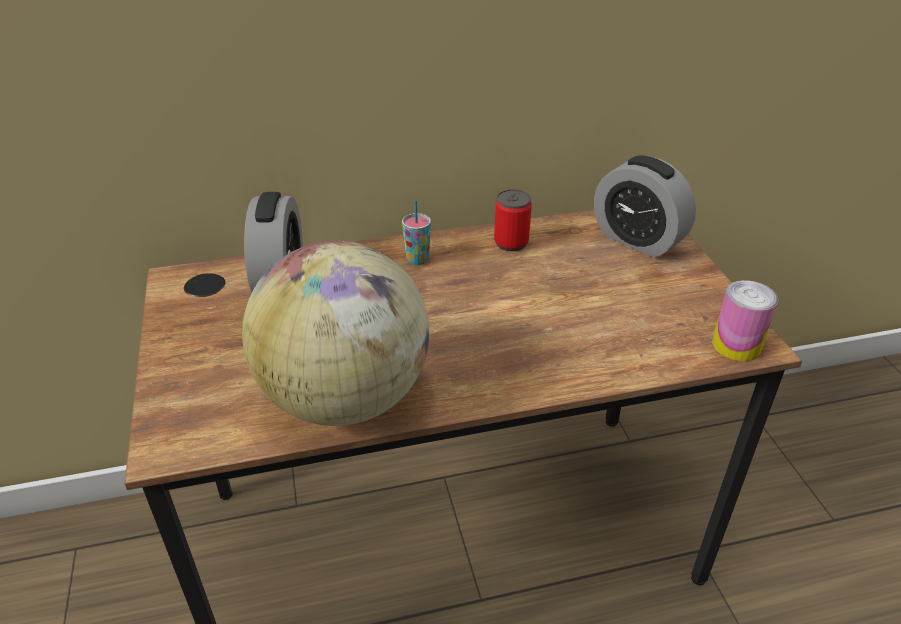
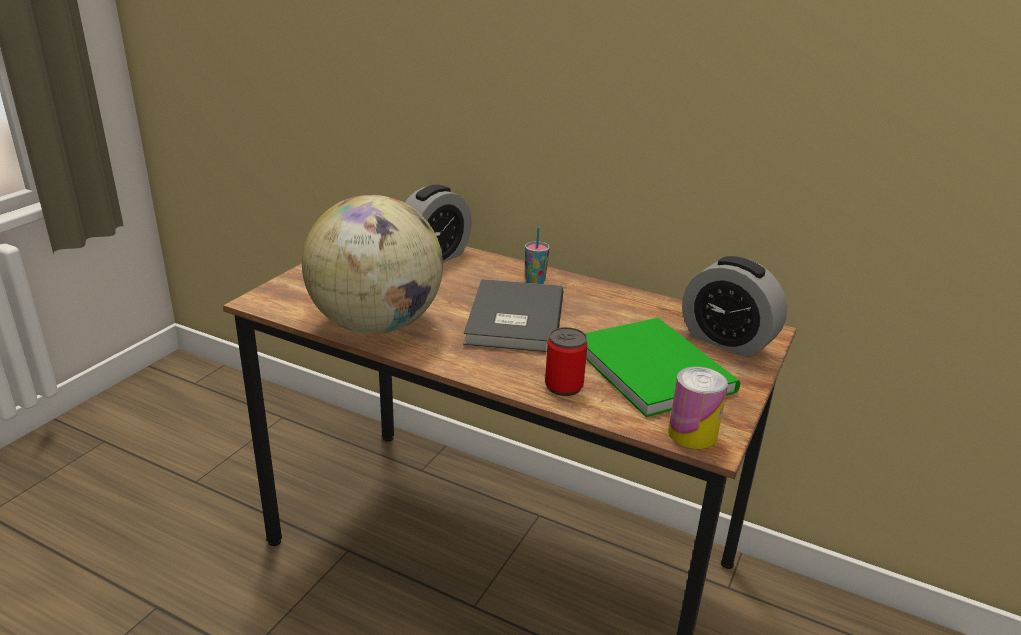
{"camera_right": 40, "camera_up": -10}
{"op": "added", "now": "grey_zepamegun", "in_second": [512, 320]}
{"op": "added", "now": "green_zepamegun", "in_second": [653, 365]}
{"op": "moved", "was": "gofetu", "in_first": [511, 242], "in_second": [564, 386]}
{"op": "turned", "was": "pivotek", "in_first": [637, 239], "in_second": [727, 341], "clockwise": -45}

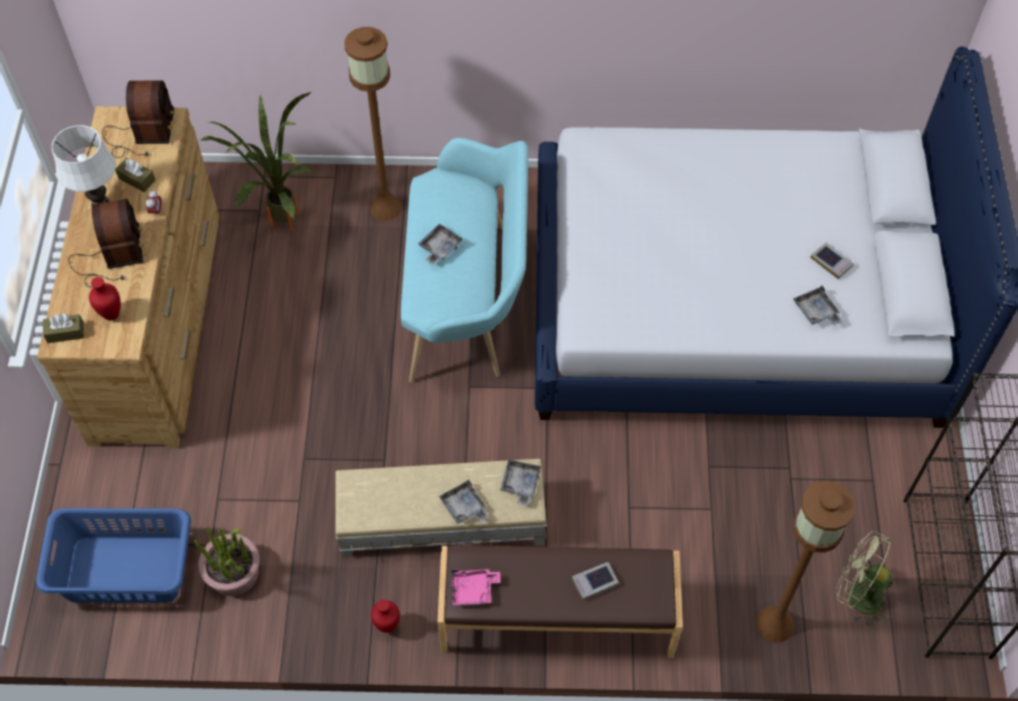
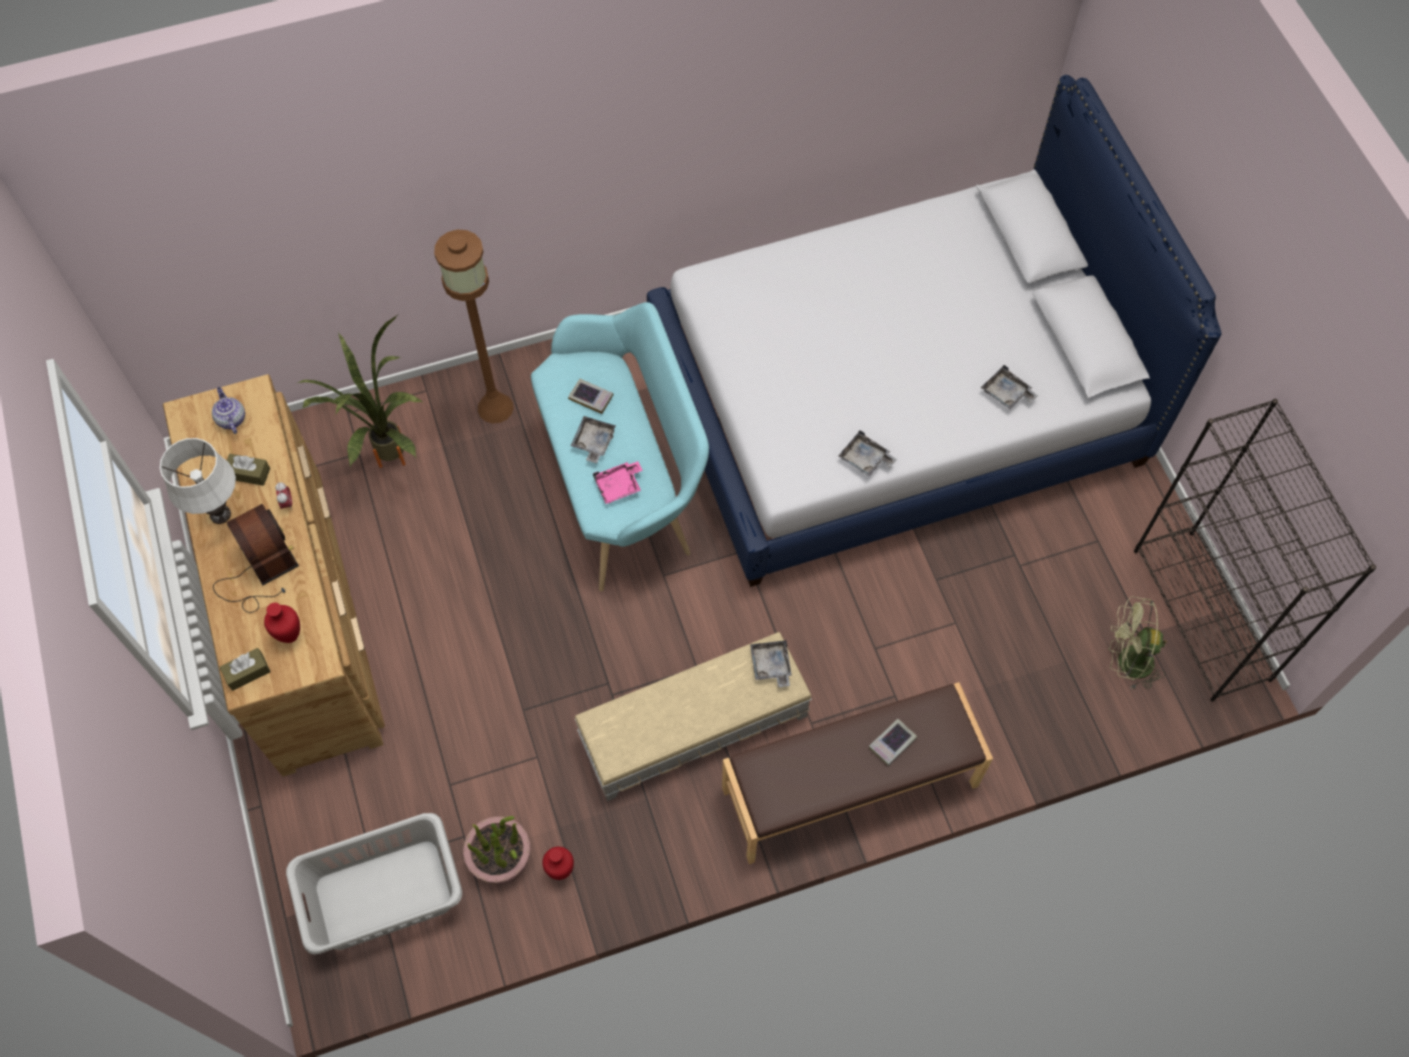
{"camera_right": -20, "camera_up": 5}
{"op": "removed", "was": "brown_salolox", "in_first": [775, 623]}
{"op": "moved", "was": "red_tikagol", "in_first": [387, 627], "in_second": [561, 872]}
{"op": "moved", "was": "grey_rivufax", "in_first": [464, 507], "in_second": [865, 459]}
{"op": "moved", "was": "pink_rivufax", "in_first": [473, 590], "in_second": [619, 486]}
{"op": "moved", "was": "zepamegun", "in_first": [831, 262], "in_second": [591, 398]}
{"op": "replaced", "was": "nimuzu", "now": "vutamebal", "in_first": [142, 133], "in_second": [231, 419]}
{"op": "recoloured", "was": "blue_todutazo", "now": "grey_todutazo", "in_first": [126, 571], "in_second": [385, 895]}

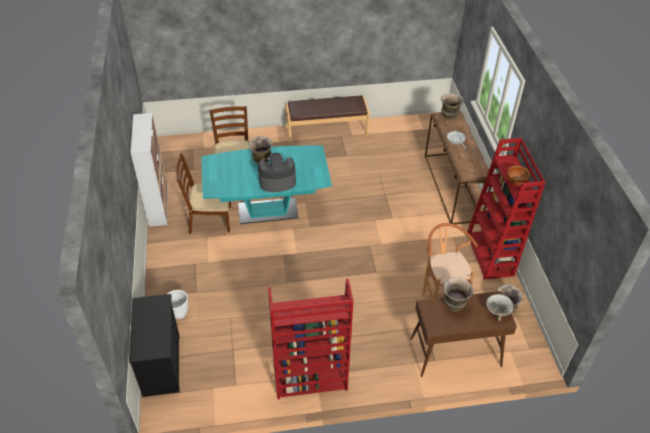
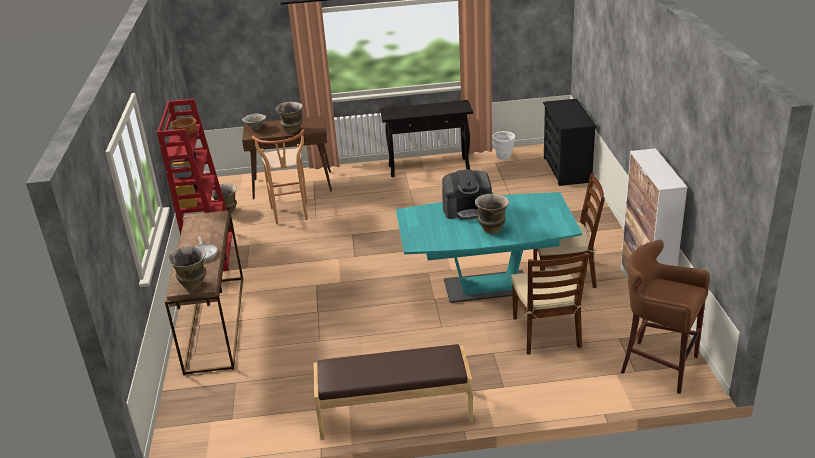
{"camera_right": -175, "camera_up": -15}
{"op": "added", "now": "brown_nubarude", "in_second": [657, 365]}
{"op": "moved", "was": "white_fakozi", "in_first": [179, 314], "in_second": [504, 157]}
{"op": "replaced", "was": "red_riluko", "now": "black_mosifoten", "in_first": [309, 379], "in_second": [429, 167]}

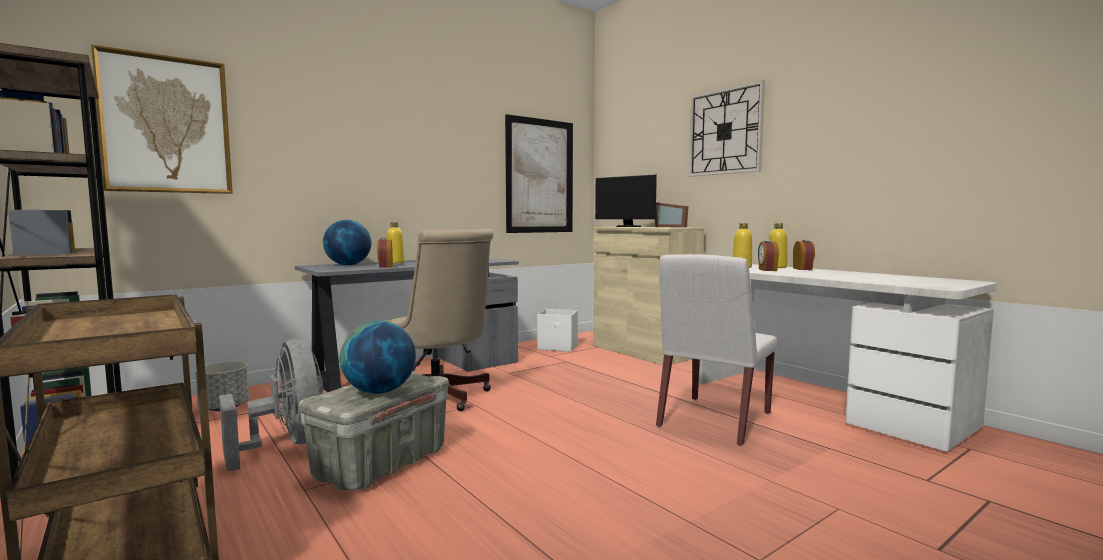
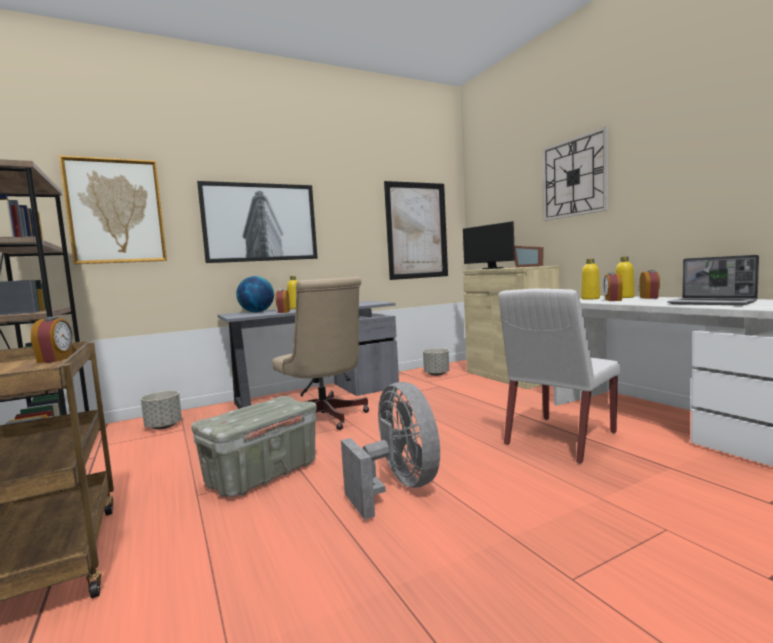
{"camera_right": 10, "camera_up": 0}
{"op": "removed", "was": "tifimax", "in_first": [379, 392]}
{"op": "added", "now": "pivotek", "in_second": [56, 359]}
{"op": "added", "now": "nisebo", "in_second": [260, 222]}
{"op": "added", "now": "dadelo", "in_second": [712, 303]}
{"op": "moved", "was": "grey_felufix", "in_first": [286, 445], "in_second": [398, 487]}
{"op": "replaced", "was": "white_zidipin", "now": "grey_fakozi", "in_first": [558, 347], "in_second": [437, 374]}

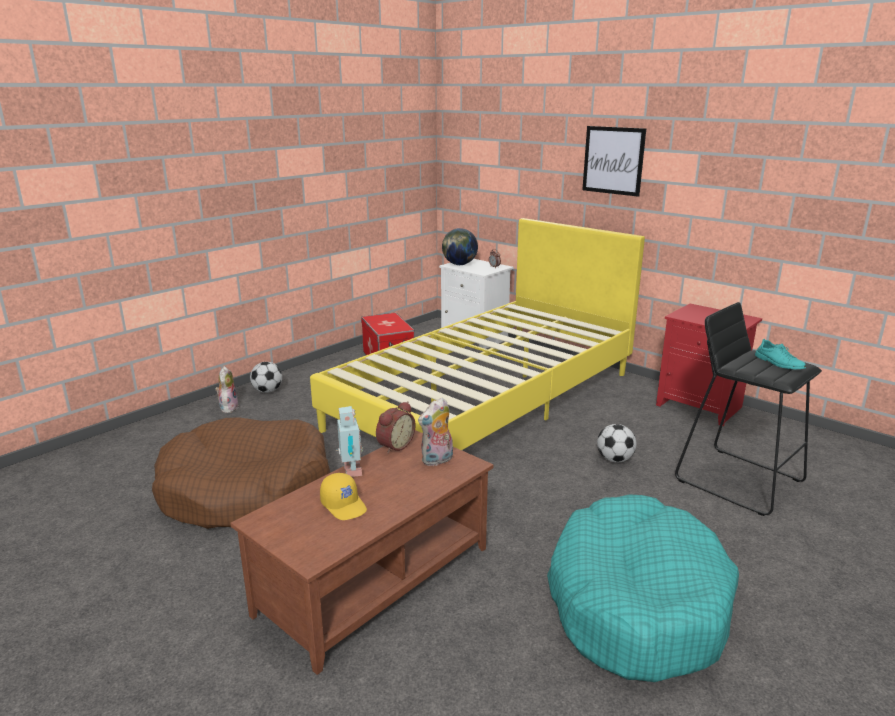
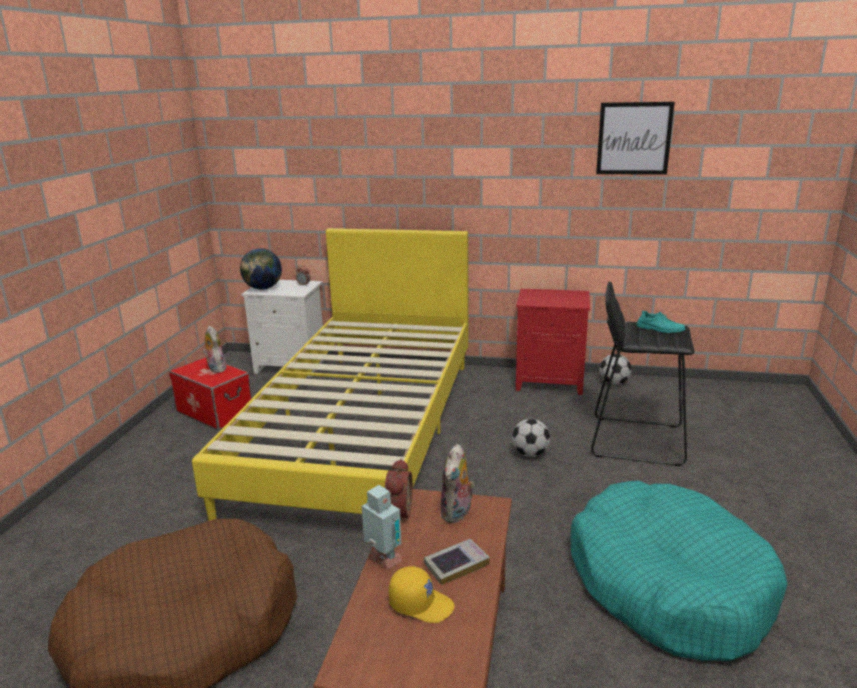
{"camera_right": -30, "camera_up": 0}
{"op": "added", "now": "zepamegun", "in_second": [456, 565]}
{"op": "moved", "was": "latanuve", "in_first": [228, 408], "in_second": [215, 368]}
{"op": "moved", "was": "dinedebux", "in_first": [267, 391], "in_second": [614, 383]}
{"op": "moved", "was": "nisebo", "in_first": [613, 160], "in_second": [634, 138]}

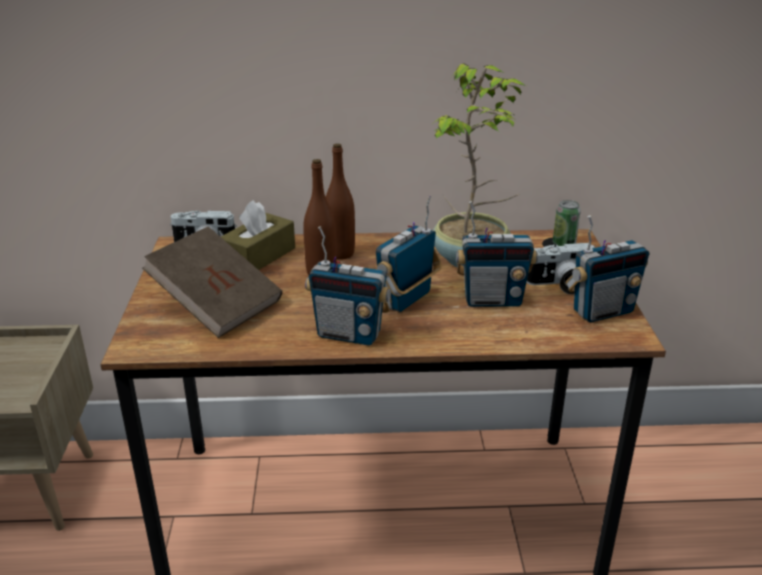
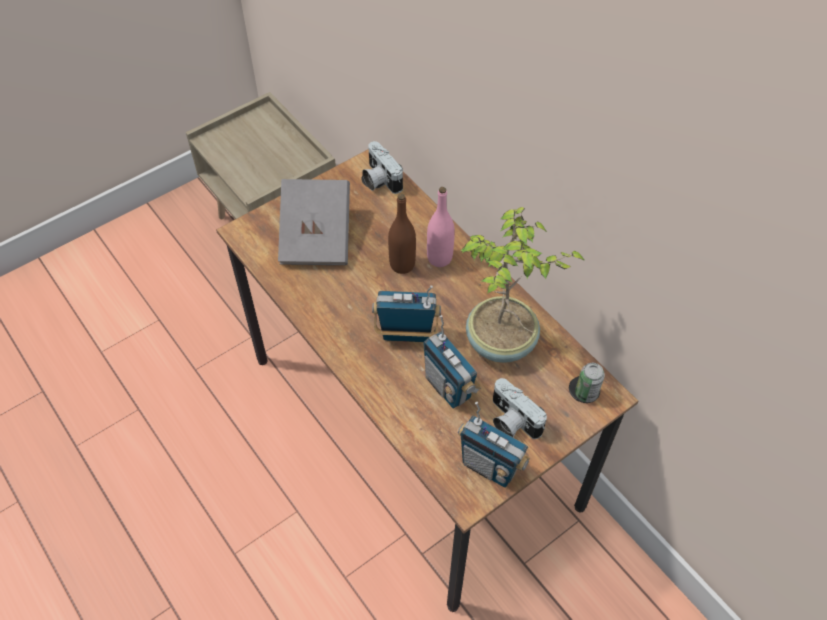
{"camera_right": 55, "camera_up": 25}
{"op": "removed", "was": "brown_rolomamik", "in_first": [259, 256]}
{"op": "removed", "was": "nimuzu", "in_first": [349, 334]}
{"op": "recoloured", "was": "brown_zepamegun", "now": "grey_zepamegun", "in_first": [217, 304], "in_second": [316, 237]}
{"op": "recoloured", "was": "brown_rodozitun", "now": "pink_rodozitun", "in_first": [340, 253], "in_second": [439, 258]}

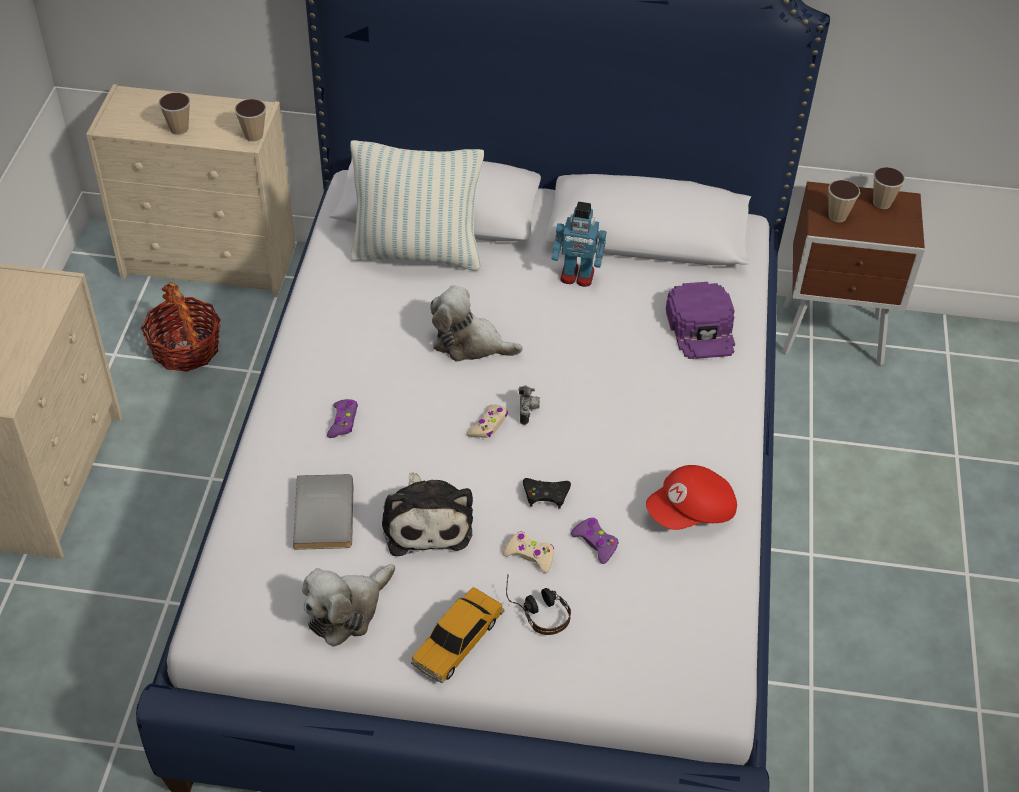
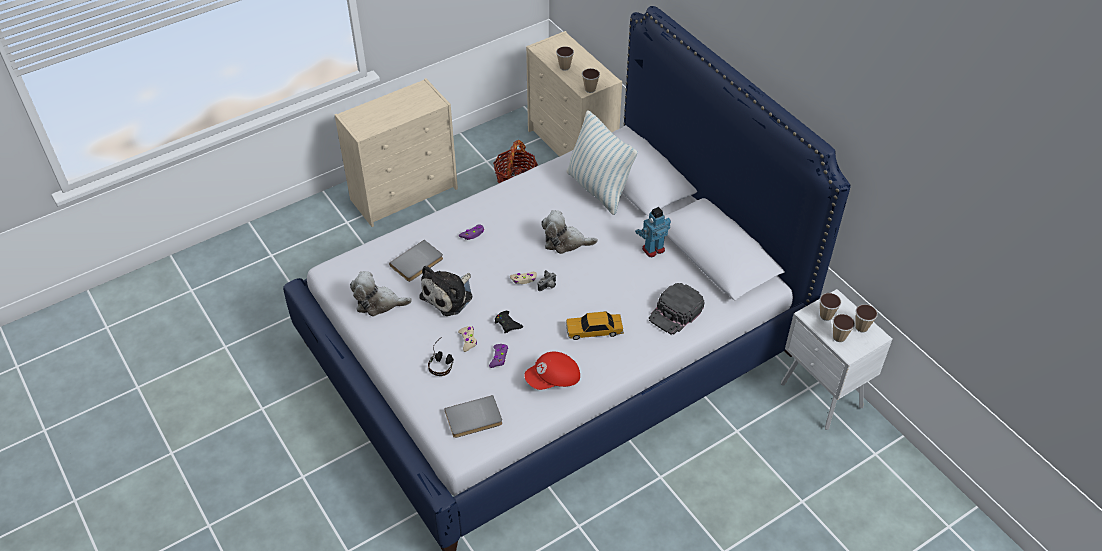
{"camera_right": 50, "camera_up": 0}
{"op": "added", "now": "grey_zepamegun", "in_second": [474, 419]}
{"op": "added", "now": "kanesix", "in_second": [839, 337]}
{"op": "moved", "was": "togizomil", "in_first": [457, 641], "in_second": [594, 330]}
{"op": "recoloured", "was": "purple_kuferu", "now": "black_kuferu", "in_first": [701, 327], "in_second": [676, 312]}
{"op": "recoloured", "was": "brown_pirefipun", "now": "white_pirefipun", "in_first": [834, 336], "in_second": [821, 397]}
{"op": "turned", "was": "latanuve", "in_first": [470, 343], "in_second": [565, 242], "clockwise": -60}
{"op": "turned", "was": "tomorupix", "in_first": [577, 276], "in_second": [653, 249], "clockwise": 90}
{"op": "turned", "was": "red_kuferu", "in_first": [691, 512], "in_second": [553, 379], "clockwise": -45}

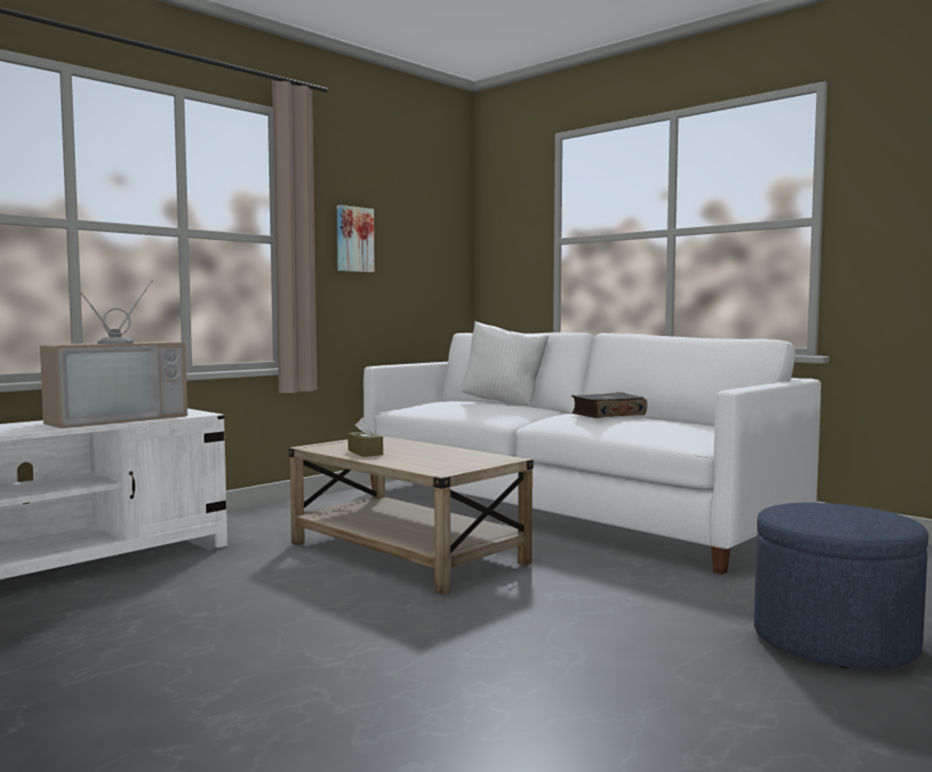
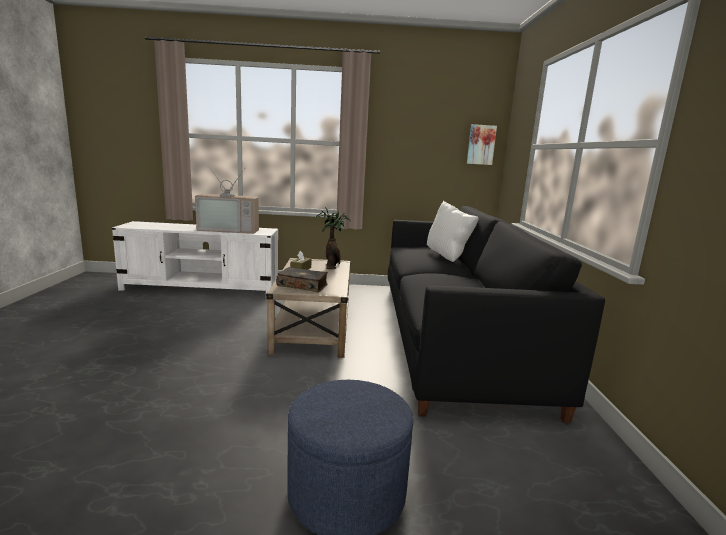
{"camera_right": 45, "camera_up": 10}
{"op": "added", "now": "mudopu", "in_second": [332, 267]}
{"op": "moved", "was": "nisebo", "in_first": [354, 239], "in_second": [481, 145]}
{"op": "moved", "was": "zepamegun", "in_first": [607, 415], "in_second": [302, 285]}
{"op": "recoloured", "was": "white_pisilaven", "now": "black_pisilaven", "in_first": [565, 510], "in_second": [453, 336]}

